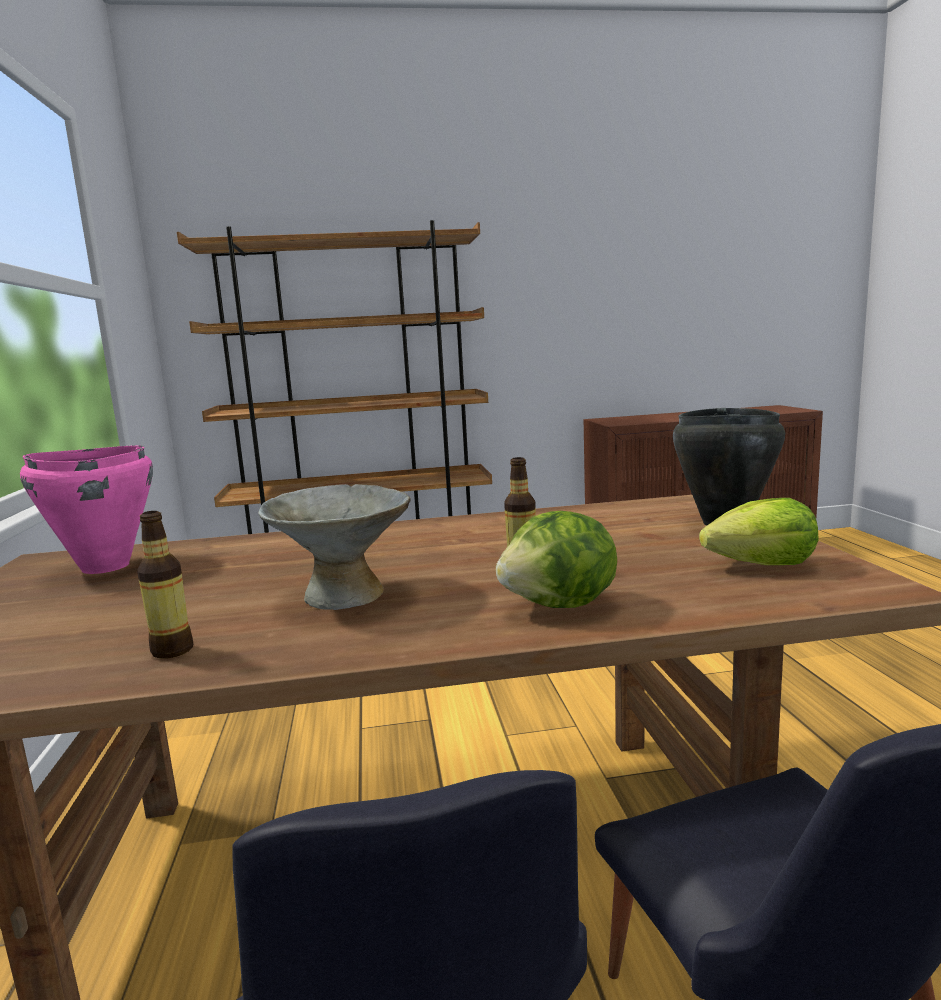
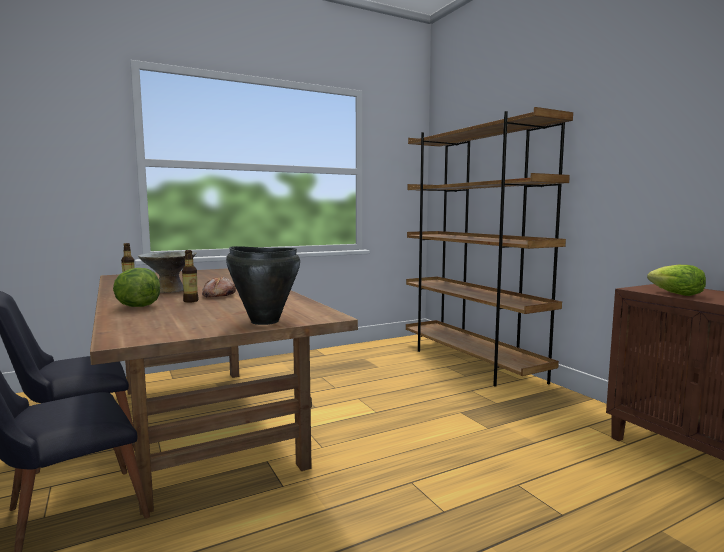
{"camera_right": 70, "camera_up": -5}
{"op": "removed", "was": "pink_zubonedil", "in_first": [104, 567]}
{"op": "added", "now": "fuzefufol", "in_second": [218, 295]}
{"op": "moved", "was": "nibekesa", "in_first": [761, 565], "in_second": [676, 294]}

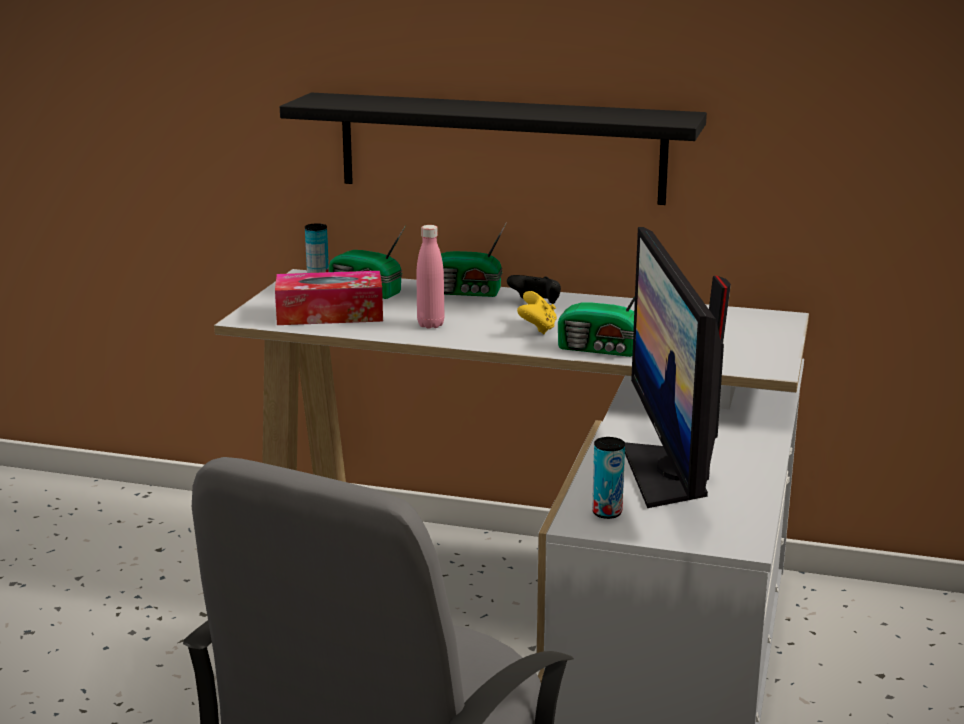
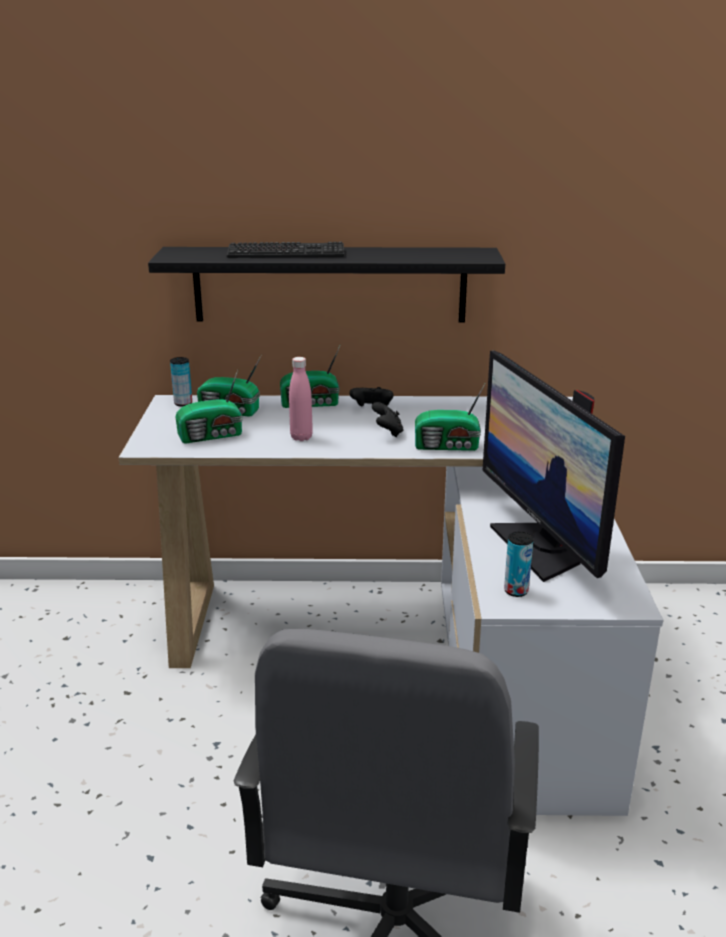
{"camera_right": -15, "camera_up": 5}
{"op": "added", "now": "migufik", "in_second": [286, 253]}
{"op": "replaced", "was": "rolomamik", "now": "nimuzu", "in_first": [330, 314], "in_second": [212, 436]}
{"op": "recoloured", "was": "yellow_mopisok", "now": "black_mopisok", "in_first": [537, 329], "in_second": [387, 432]}

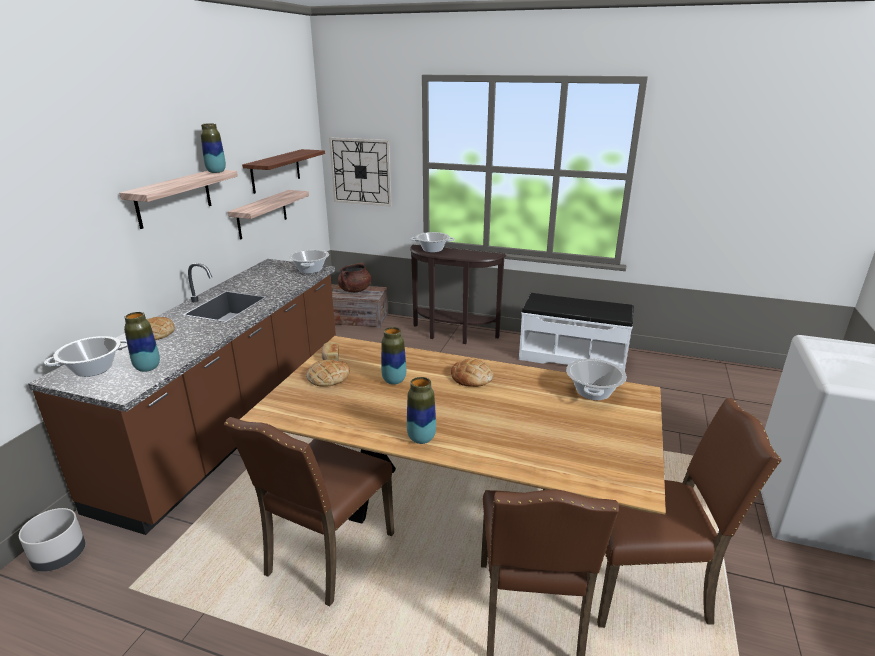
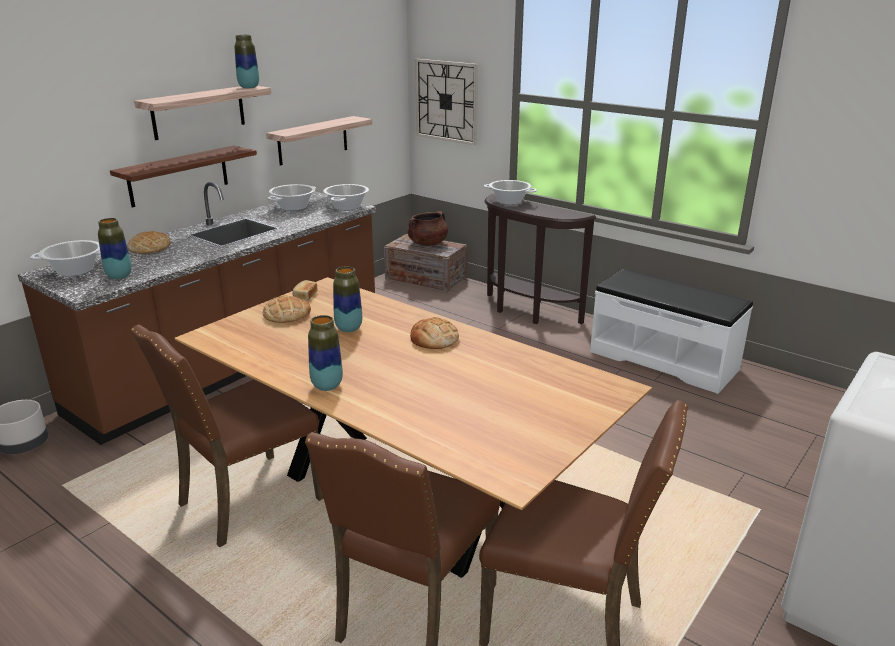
{"camera_right": 20, "camera_up": 0}
{"op": "moved", "was": "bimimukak", "in_first": [276, 171], "in_second": [178, 176]}
{"op": "moved", "was": "zubonedil", "in_first": [593, 392], "in_second": [294, 207]}

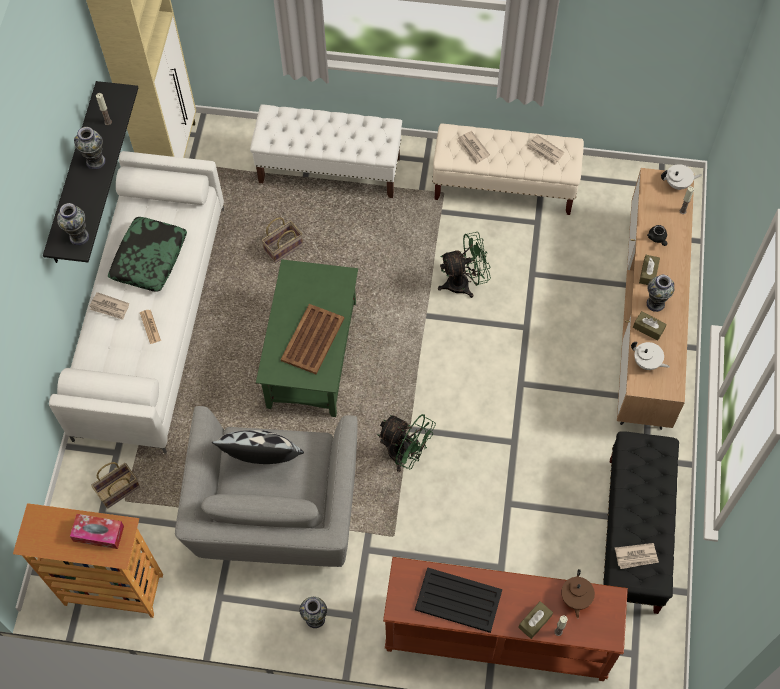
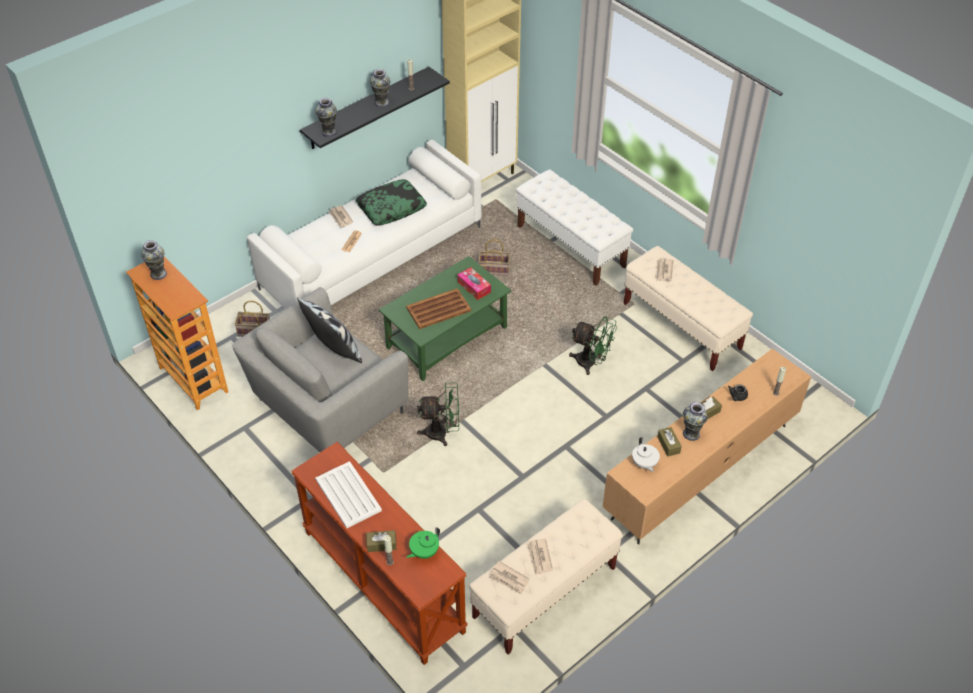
{"camera_right": 40, "camera_up": -15}
{"op": "removed", "was": "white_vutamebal", "in_first": [678, 184]}
{"op": "moved", "was": "rolomamik", "in_first": [98, 533], "in_second": [474, 287]}
{"op": "moved", "was": "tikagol", "in_first": [315, 619], "in_second": [158, 274]}
{"op": "moved", "was": "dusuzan", "in_first": [545, 151], "in_second": [539, 557]}
{"op": "recoloured", "was": "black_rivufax", "now": "white_rivufax", "in_first": [459, 600], "in_second": [348, 495]}
{"op": "recoloured", "was": "brown_vutamebal", "now": "green_vutamebal", "in_first": [575, 598], "in_second": [424, 552]}
{"op": "recoloured", "was": "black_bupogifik", "now": "beige_bupogifik", "in_first": [633, 535], "in_second": [544, 593]}
{"op": "turned", "was": "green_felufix", "in_first": [405, 455], "in_second": [442, 432], "clockwise": -75}

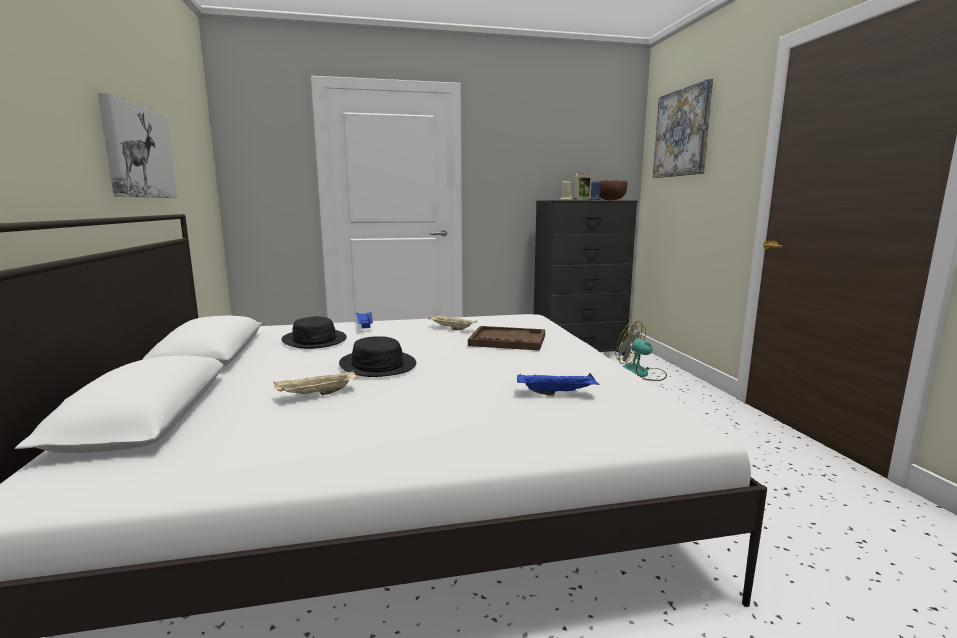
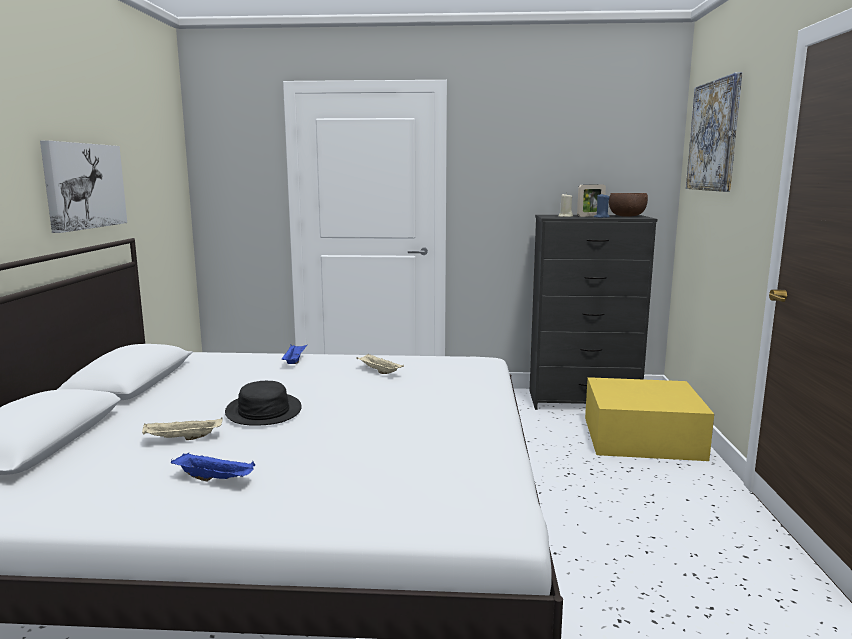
{"camera_right": 15, "camera_up": 0}
{"op": "removed", "was": "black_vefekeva", "in_first": [314, 340]}
{"op": "removed", "was": "brown_rivufax", "in_first": [507, 340]}
{"op": "moved", "was": "blue_rivufax", "in_first": [557, 393], "in_second": [216, 479]}
{"op": "replaced", "was": "felufix", "now": "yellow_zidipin", "in_first": [641, 373], "in_second": [642, 437]}

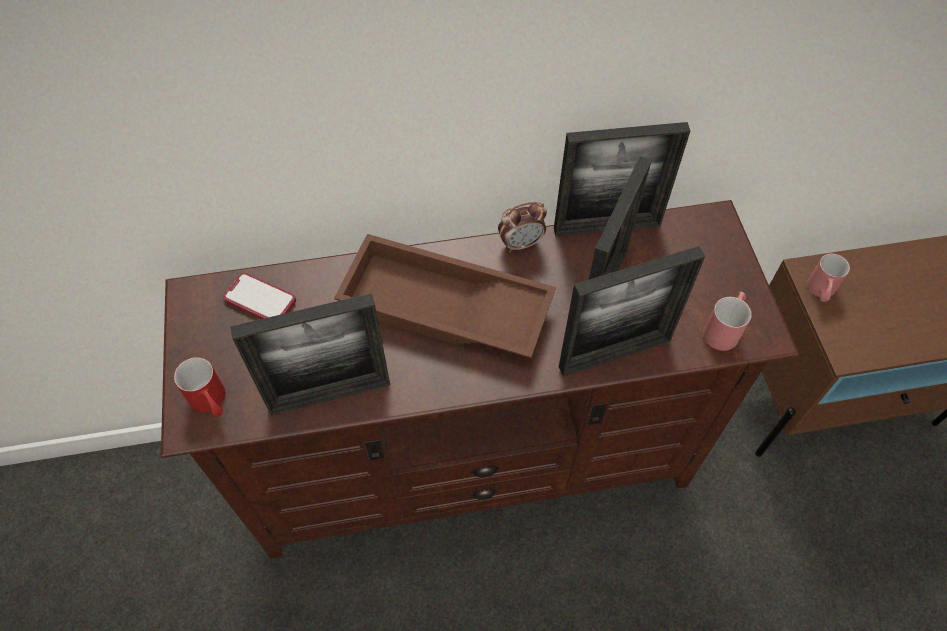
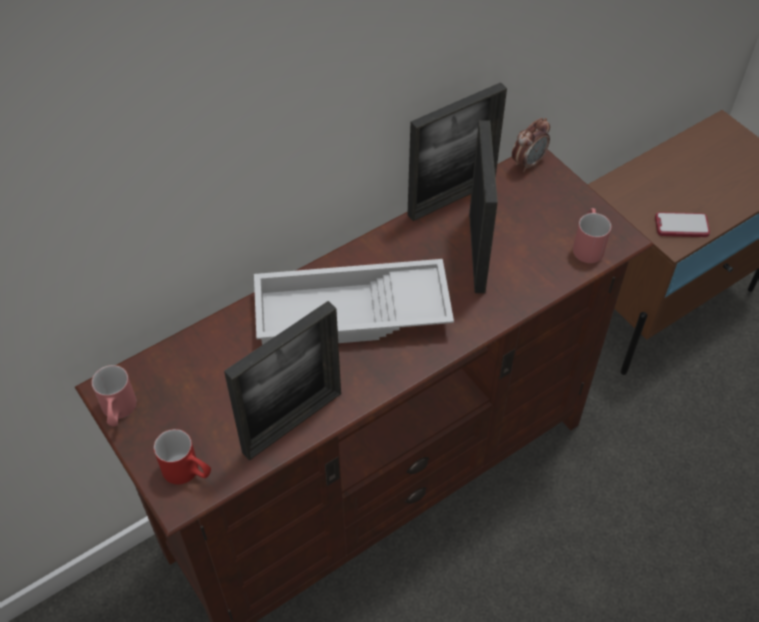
{"camera_right": -25, "camera_up": -5}
{"op": "removed", "was": "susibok", "in_first": [614, 354]}
{"op": "moved", "was": "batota", "in_first": [260, 300], "in_second": [681, 226]}
{"op": "moved", "was": "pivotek", "in_first": [521, 244], "in_second": [528, 163]}
{"op": "moved", "was": "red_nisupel", "in_first": [820, 292], "in_second": [118, 412]}
{"op": "recoloured", "was": "brown_rivufax", "now": "white_rivufax", "in_first": [443, 309], "in_second": [350, 315]}

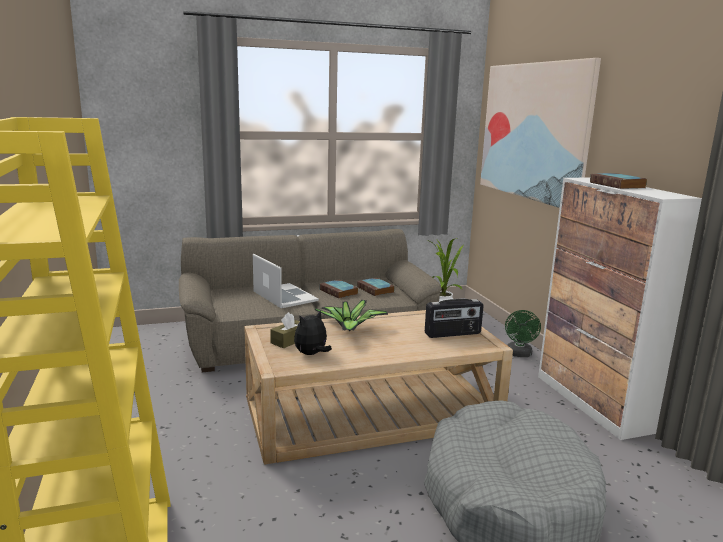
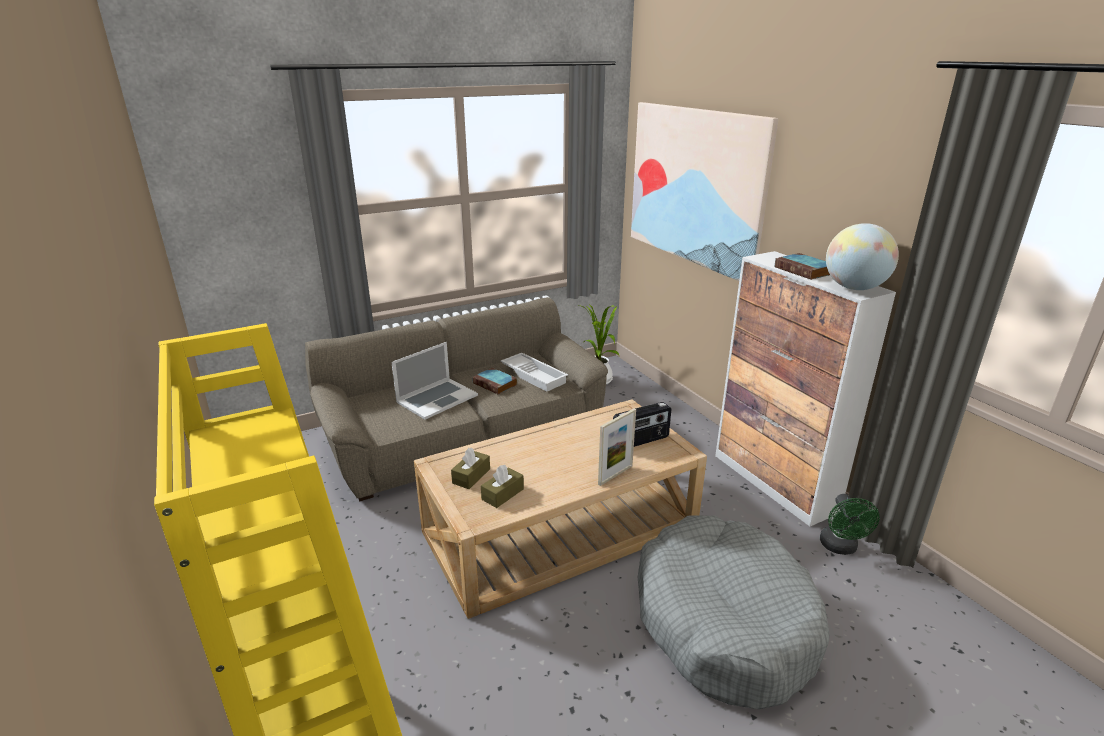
{"camera_right": -10, "camera_up": 10}
{"op": "removed", "was": "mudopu", "in_first": [350, 329]}
{"op": "added", "now": "susibok", "in_second": [615, 475]}
{"op": "added", "now": "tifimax", "in_second": [854, 288]}
{"op": "moved", "was": "green_felufix", "in_first": [519, 354], "in_second": [840, 548]}
{"op": "replaced", "was": "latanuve", "now": "brown_rolomamik", "in_first": [311, 354], "in_second": [502, 494]}
{"op": "replaced", "was": "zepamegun", "now": "white_rivufax", "in_first": [376, 290], "in_second": [535, 375]}
{"op": "turned", "was": "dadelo", "in_first": [284, 296], "in_second": [437, 398], "clockwise": 90}

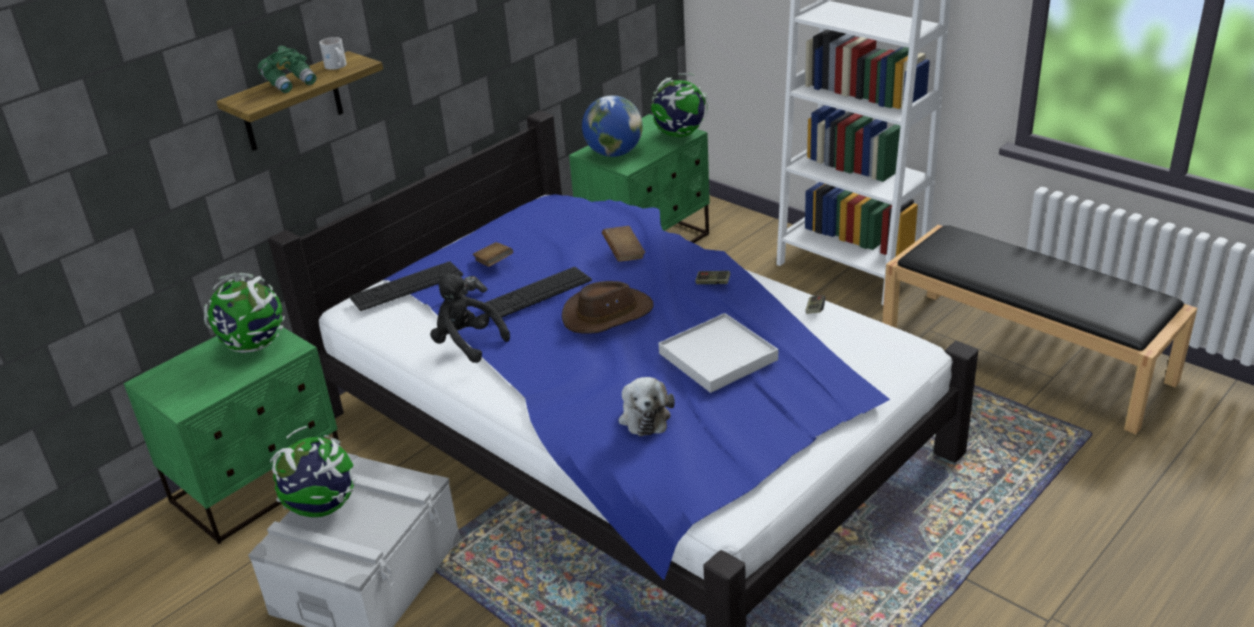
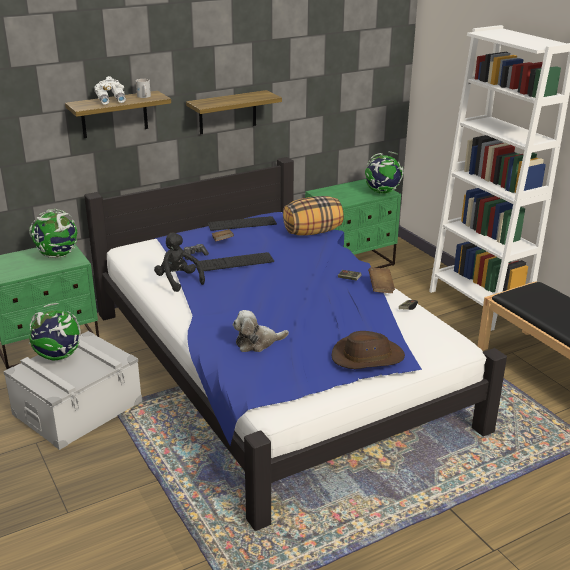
{"camera_right": 15, "camera_up": -5}
{"op": "removed", "was": "tifimax", "in_first": [614, 153]}
{"op": "removed", "was": "white_rivufax", "in_first": [718, 356]}
{"op": "added", "now": "bimimukak", "in_second": [227, 112]}
{"op": "added", "now": "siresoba", "in_second": [312, 232]}
{"op": "moved", "was": "migufik", "in_first": [406, 286], "in_second": [242, 223]}
{"op": "moved", "was": "brown_vefekeva", "in_first": [607, 314], "in_second": [367, 357]}
{"op": "moved", "was": "brown_zepamegun", "in_first": [624, 253], "in_second": [380, 287]}
{"op": "recoloured", "was": "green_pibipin", "now": "white_pibipin", "in_first": [290, 83], "in_second": [111, 100]}
{"op": "turned", "was": "latanuve", "in_first": [644, 416], "in_second": [257, 343], "clockwise": 60}

